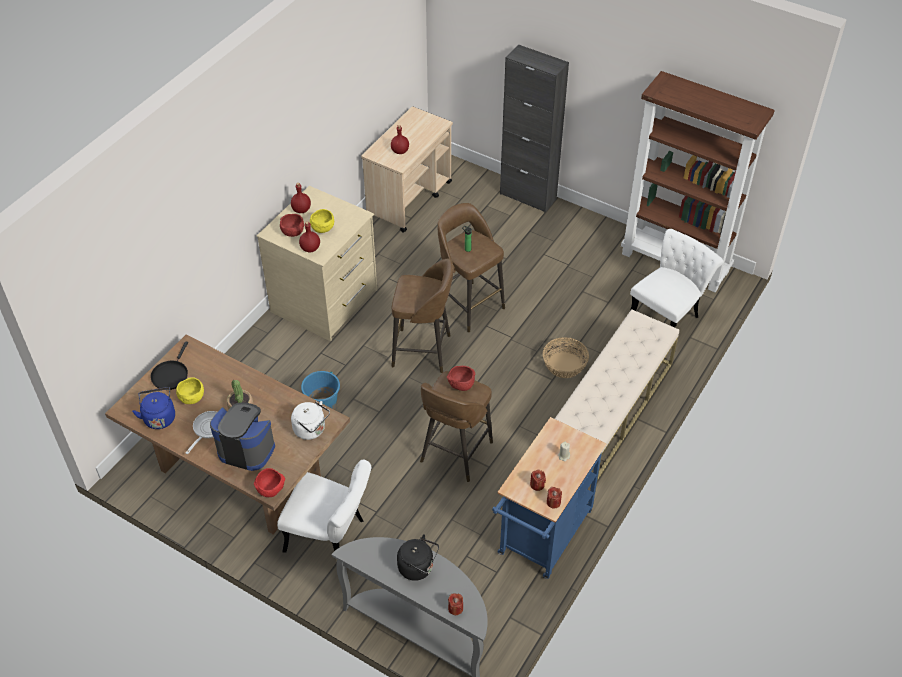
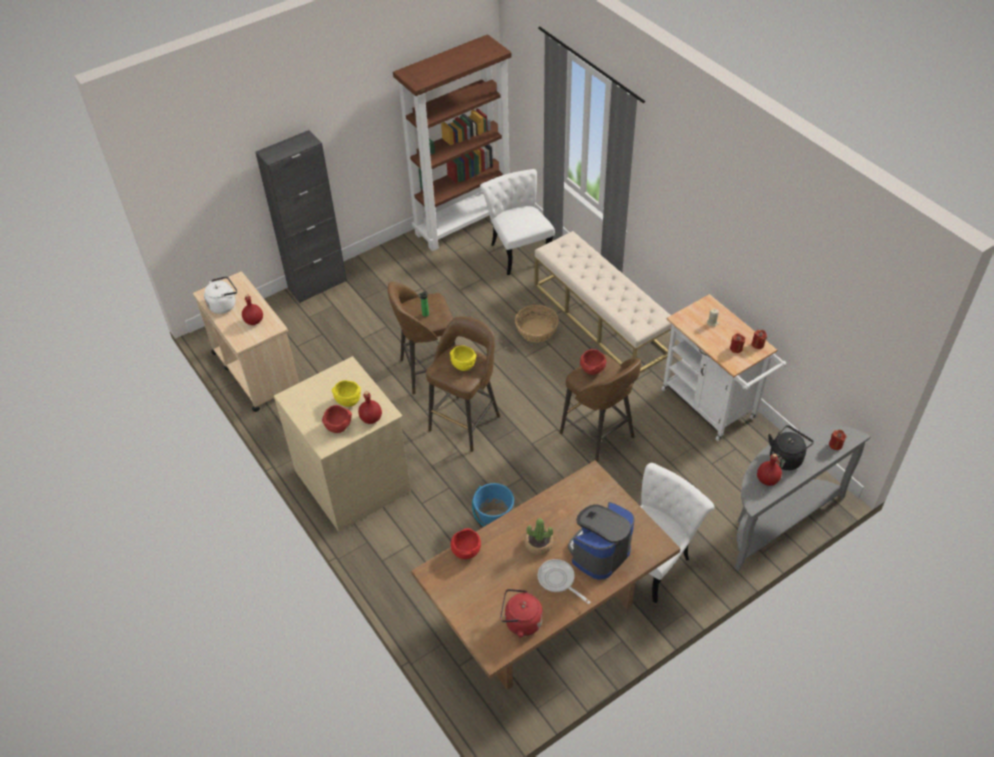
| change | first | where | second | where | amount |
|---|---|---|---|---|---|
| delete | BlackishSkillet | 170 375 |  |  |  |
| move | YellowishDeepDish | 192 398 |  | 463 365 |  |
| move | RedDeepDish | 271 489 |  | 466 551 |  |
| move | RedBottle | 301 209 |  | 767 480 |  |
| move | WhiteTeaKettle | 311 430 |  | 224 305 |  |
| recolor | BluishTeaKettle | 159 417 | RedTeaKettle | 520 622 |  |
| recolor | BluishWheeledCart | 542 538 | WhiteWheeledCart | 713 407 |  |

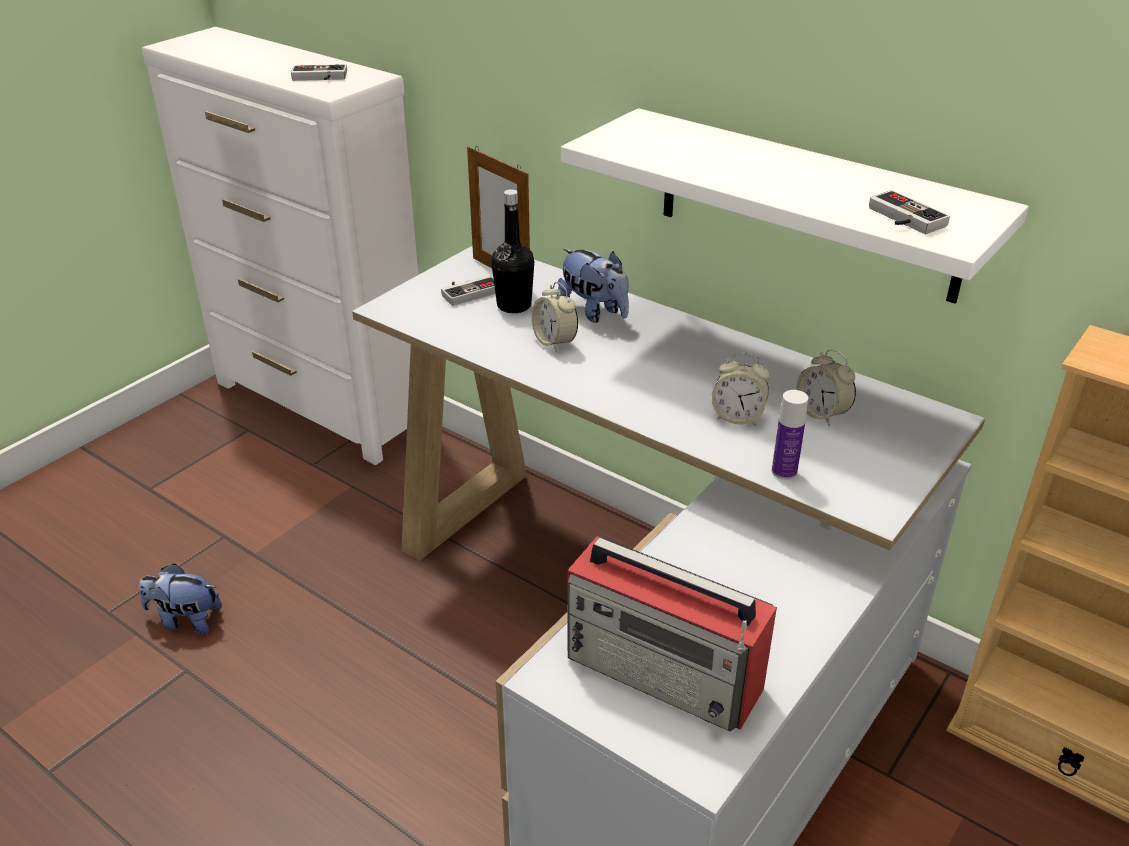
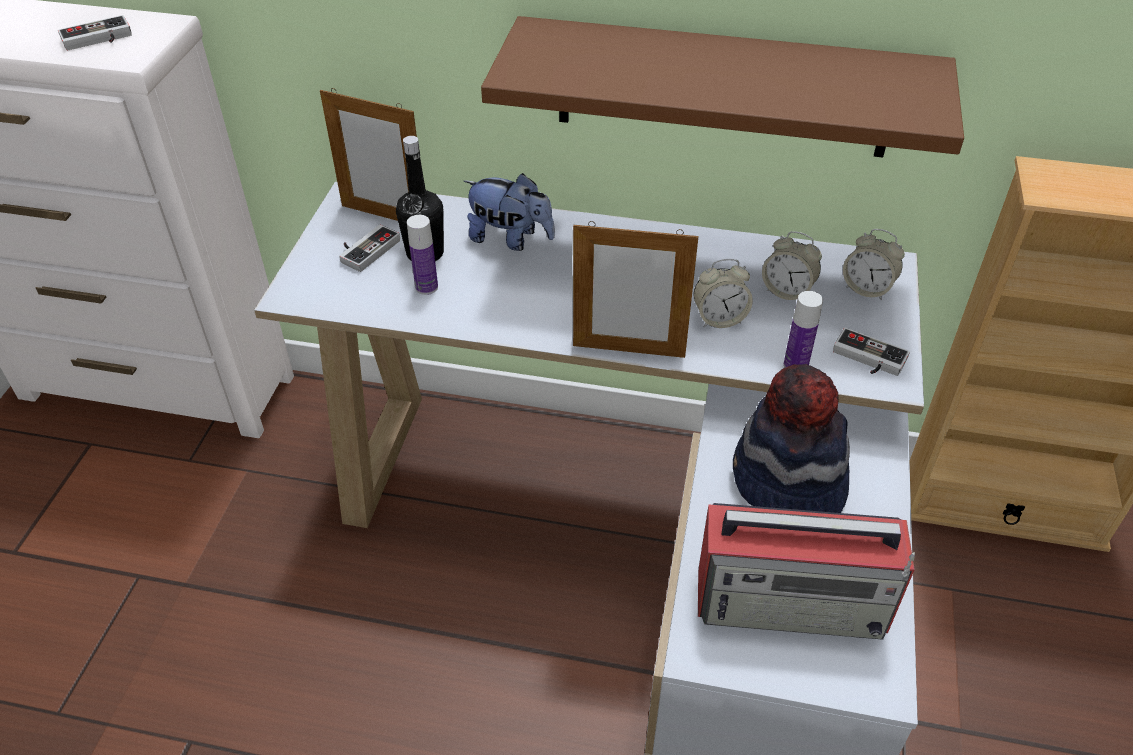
| change | first | where | second | where | amount |
|---|---|---|---|---|---|
| delete | CuddlyToy | 185 620 |  |  |  |
| insert |  |  | Bottle | 426 287 |  |
| insert |  |  | StandingFrame | 628 351 |  |
| insert |  |  | WearableHat | 787 483 |  |
| move | AlarmClock | 554 342 |  | 867 289 |  |
| move | Gamepad | 901 219 |  | 867 359 |  |
| recolor | WhiteWallShelf | 807 204 | BrownColouredWallShelf | 723 88 |  |

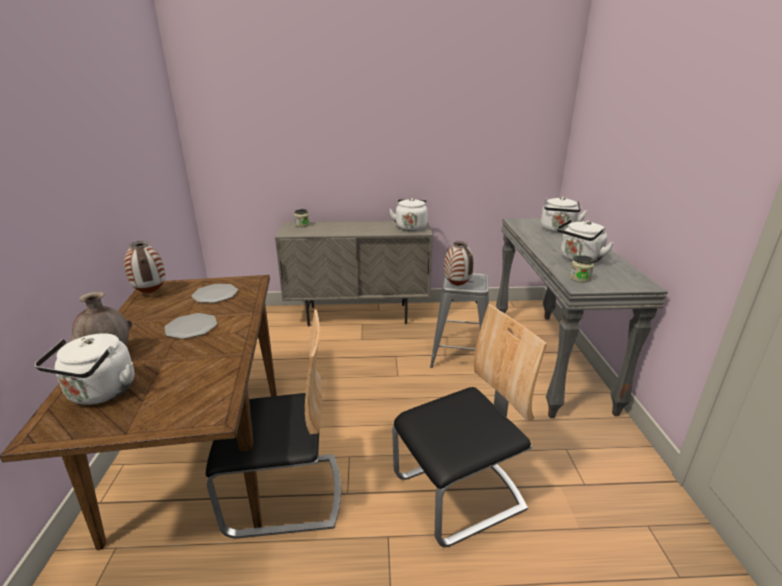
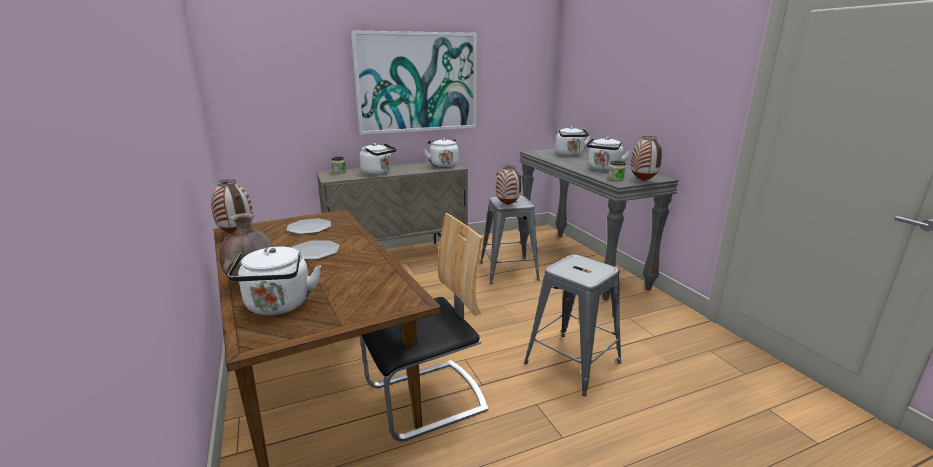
| change | first | where | second | where | amount |
|---|---|---|---|---|---|
| insert |  |  | Picture | 417 82 |  |
| insert |  |  | WhiteTeaKettle | 378 173 |  |
| insert |  |  | DecorativeVase | 642 181 |  |
| replace | PlainChair | 459 494 | GreySittingStool | 572 363 |  |

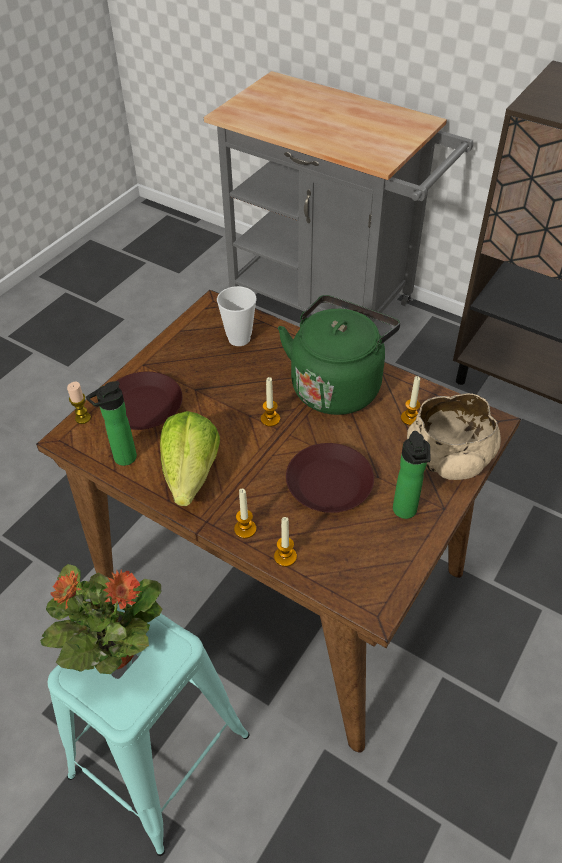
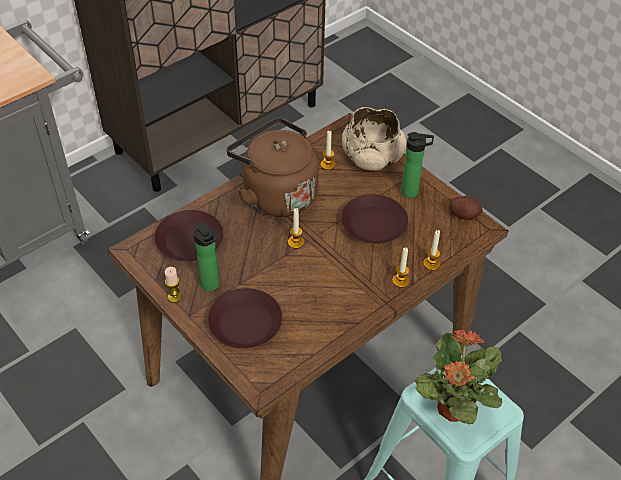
| change | first | where | second | where | amount |
|---|---|---|---|---|---|
| delete | Lettuce | 191 474 |  |  |  |
| insert |  |  | Potato | 464 214 |  |
| move | Candle | 83 418 |  | 174 297 |  |
| move | Bottle | 122 459 |  | 211 286 |  |
| replace | Cup | 239 338 | BrownColouredDinnerPlate | 189 241 |  |
| recolor | GreenTeaKettle | 337 385 | BrownColouredTeaKettle | 276 194 |  |

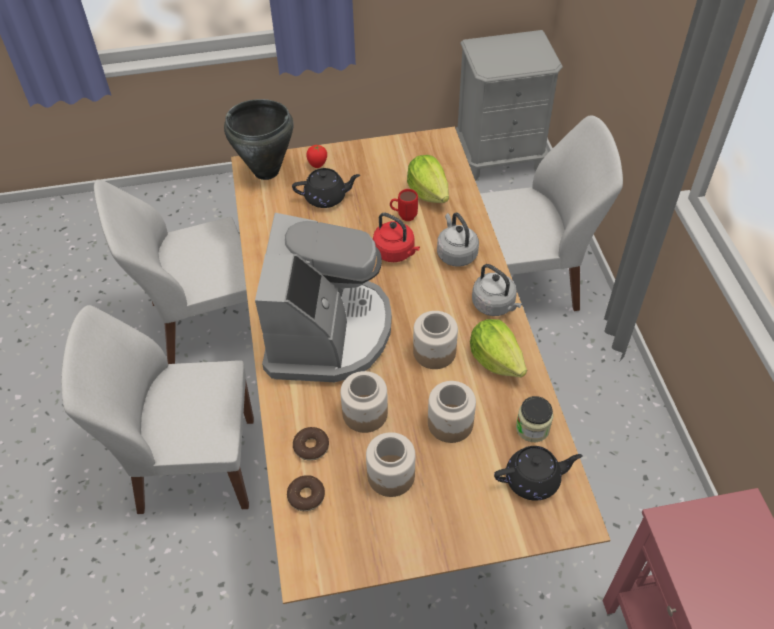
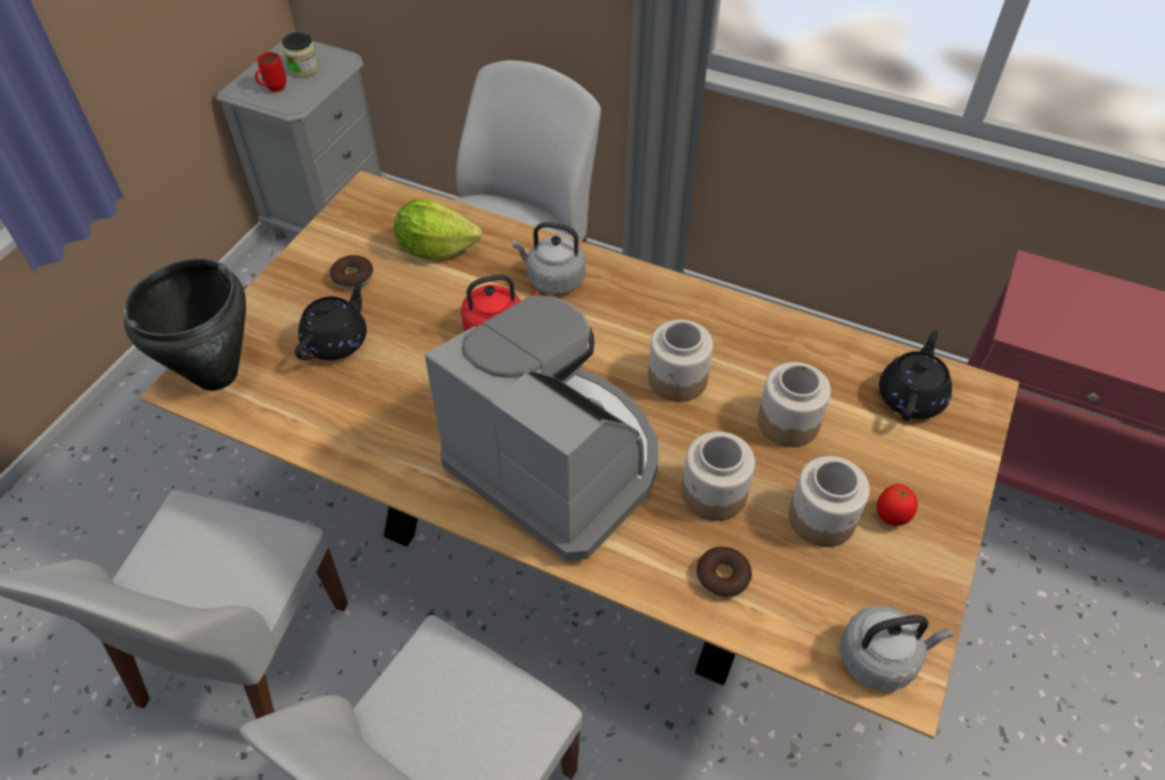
| change | first | where | second | where | amount |
|---|---|---|---|---|---|
| delete | Lettuce | 495 360 |  |  |  |
| move | Doughnut | 306 496 |  | 353 277 |  |
| move | FreshTomato | 317 165 |  | 891 517 |  |
| move | RedMug | 403 216 |  | 273 90 |  |
| move | GreyTeaKettle | 495 305 |  | 881 658 |  |
| move | StorageJar | 532 428 |  | 304 69 |  |

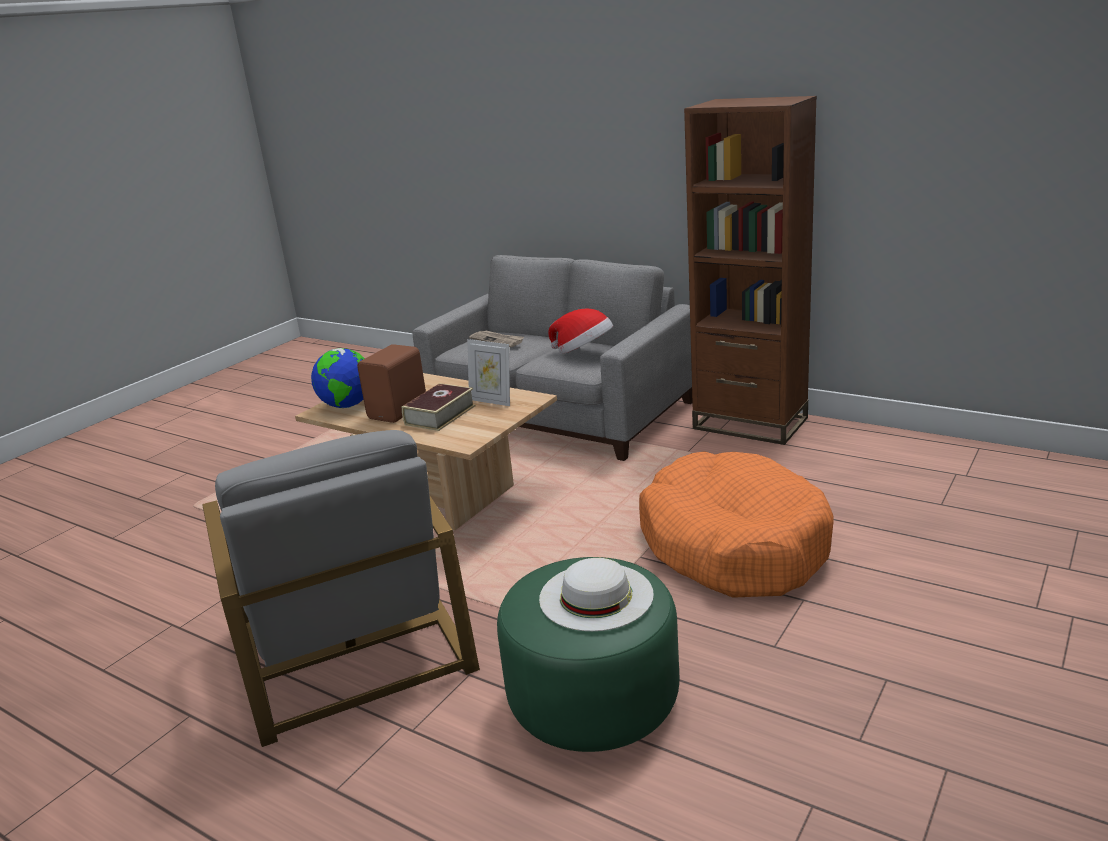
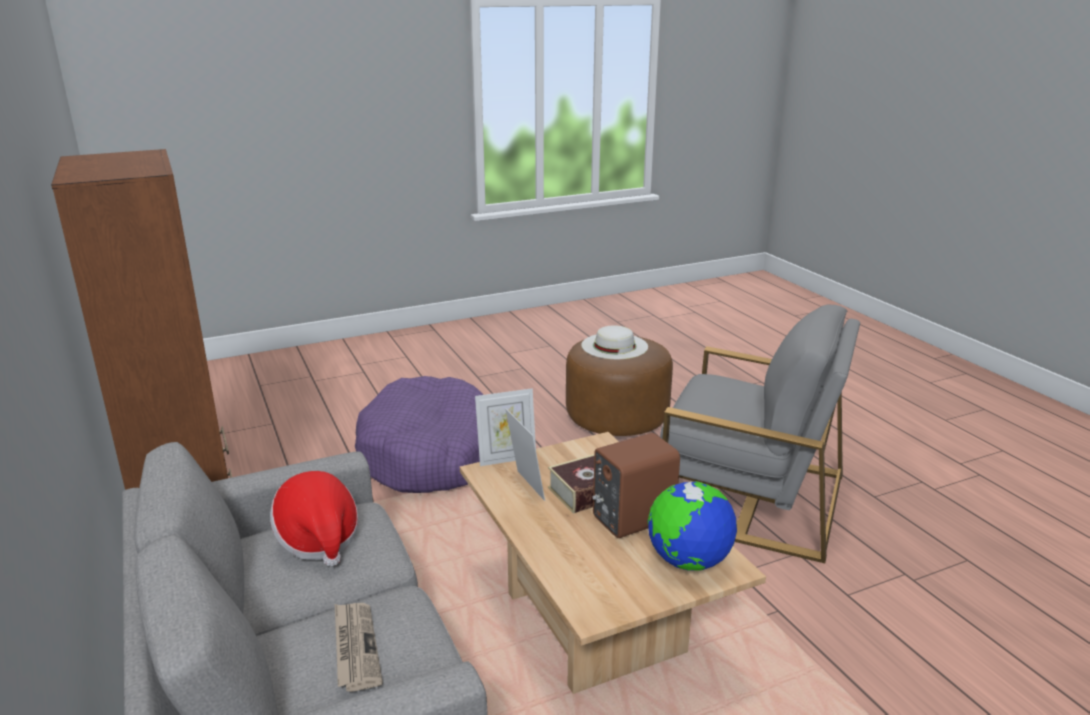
| change | first | where | second | where | amount |
|---|---|---|---|---|---|
| insert |  |  | StandingFrame | 506 458 |  |
| recolor | GreenFootrest | 593 698 | BrownColouredFootrest | 616 417 |  |
| recolor | OrangePetBed | 733 545 | PurplishPetBed | 429 454 |  |
| rotate | GreyLoungeChair | 349 646 |  | 750 497 | 105 degrees clockwise |

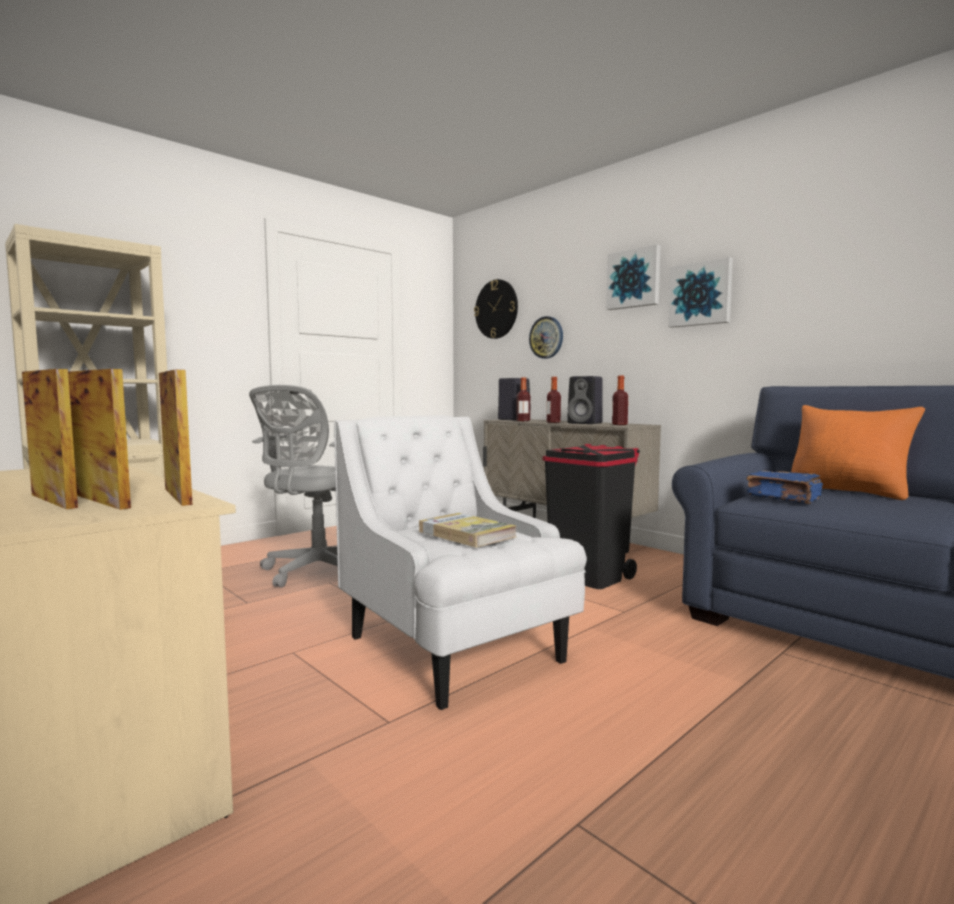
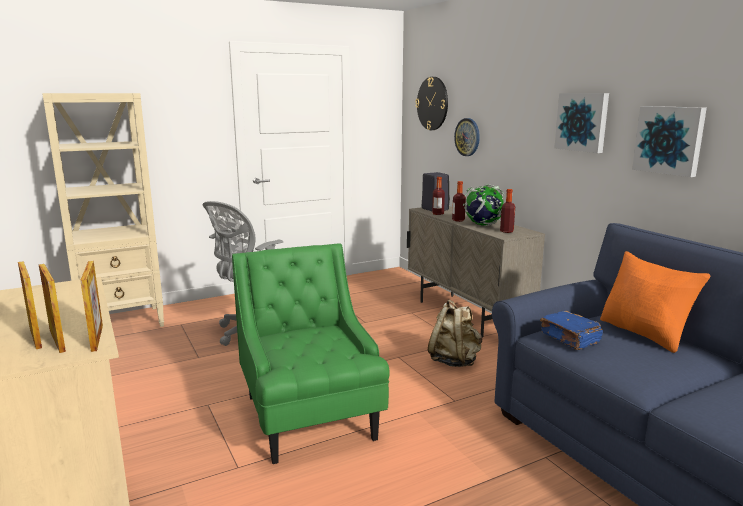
| change | first | where | second | where | amount |
|---|---|---|---|---|---|
| delete | Book | 466 534 |  |  |  |
| move | Picture | 634 279 |  | 669 140 |  |
| replace | BlackishWasteBin | 588 576 | BeigeKnapsack | 454 361 |  |
| replace | BlackishSpeaker | 586 423 | WorldGlobe | 483 225 |  |
| recolor | WhiteLoungeChair | 456 650 | GreenLoungeChair | 310 418 |  |

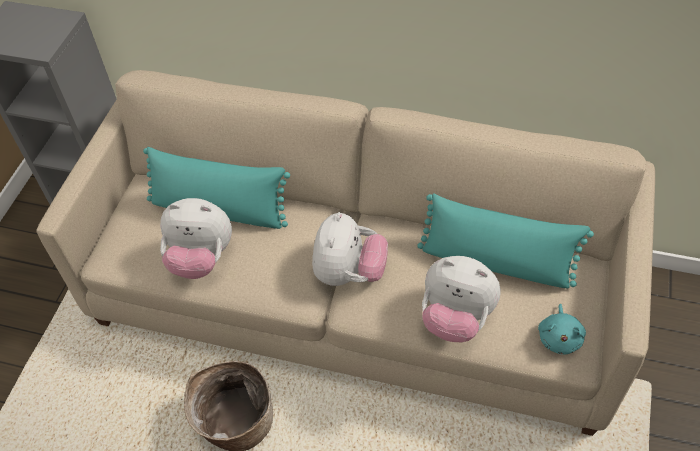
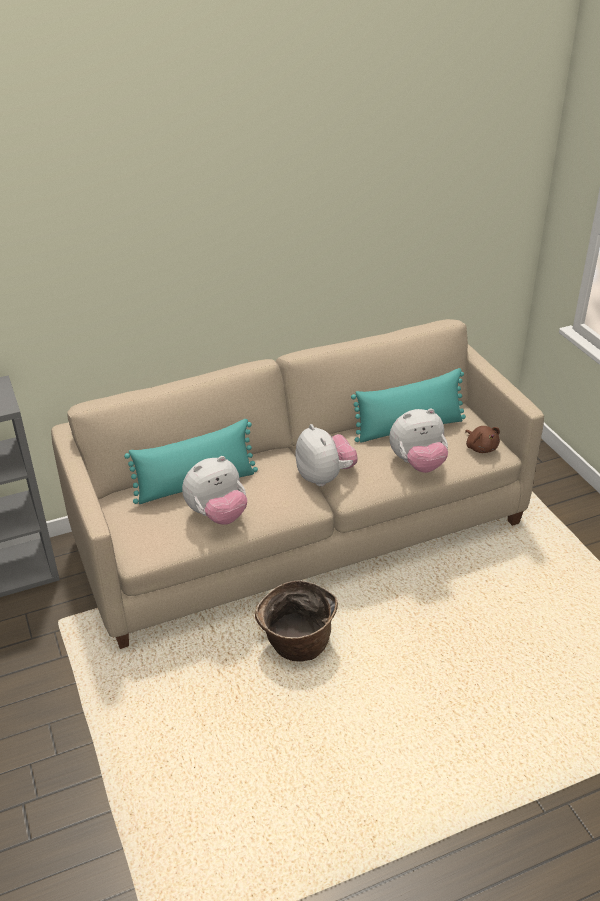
| change | first | where | second | where | amount |
|---|---|---|---|---|---|
| recolor | TurquoiseCuddlyToy | 559 337 | BrownColouredCuddlyToy | 481 447 |  |

